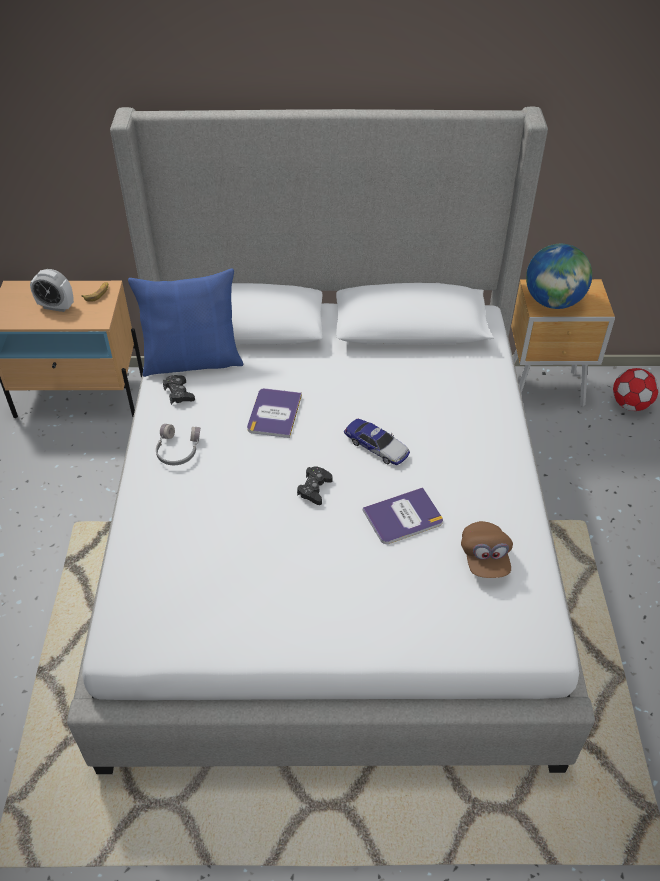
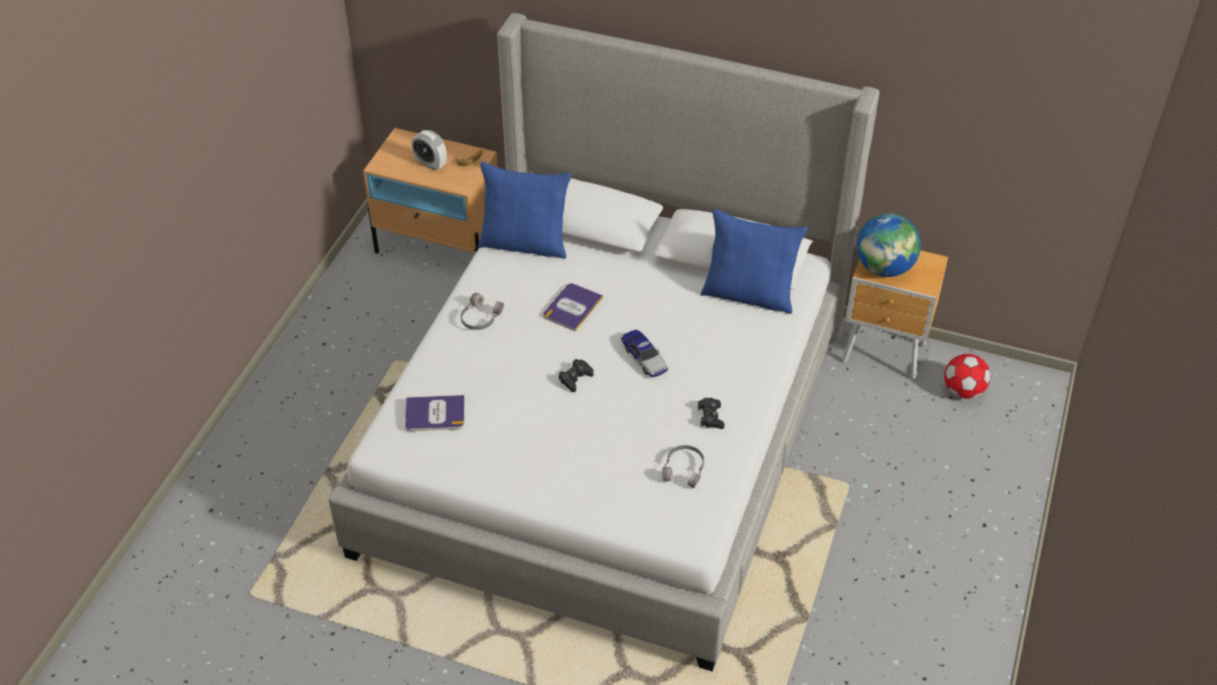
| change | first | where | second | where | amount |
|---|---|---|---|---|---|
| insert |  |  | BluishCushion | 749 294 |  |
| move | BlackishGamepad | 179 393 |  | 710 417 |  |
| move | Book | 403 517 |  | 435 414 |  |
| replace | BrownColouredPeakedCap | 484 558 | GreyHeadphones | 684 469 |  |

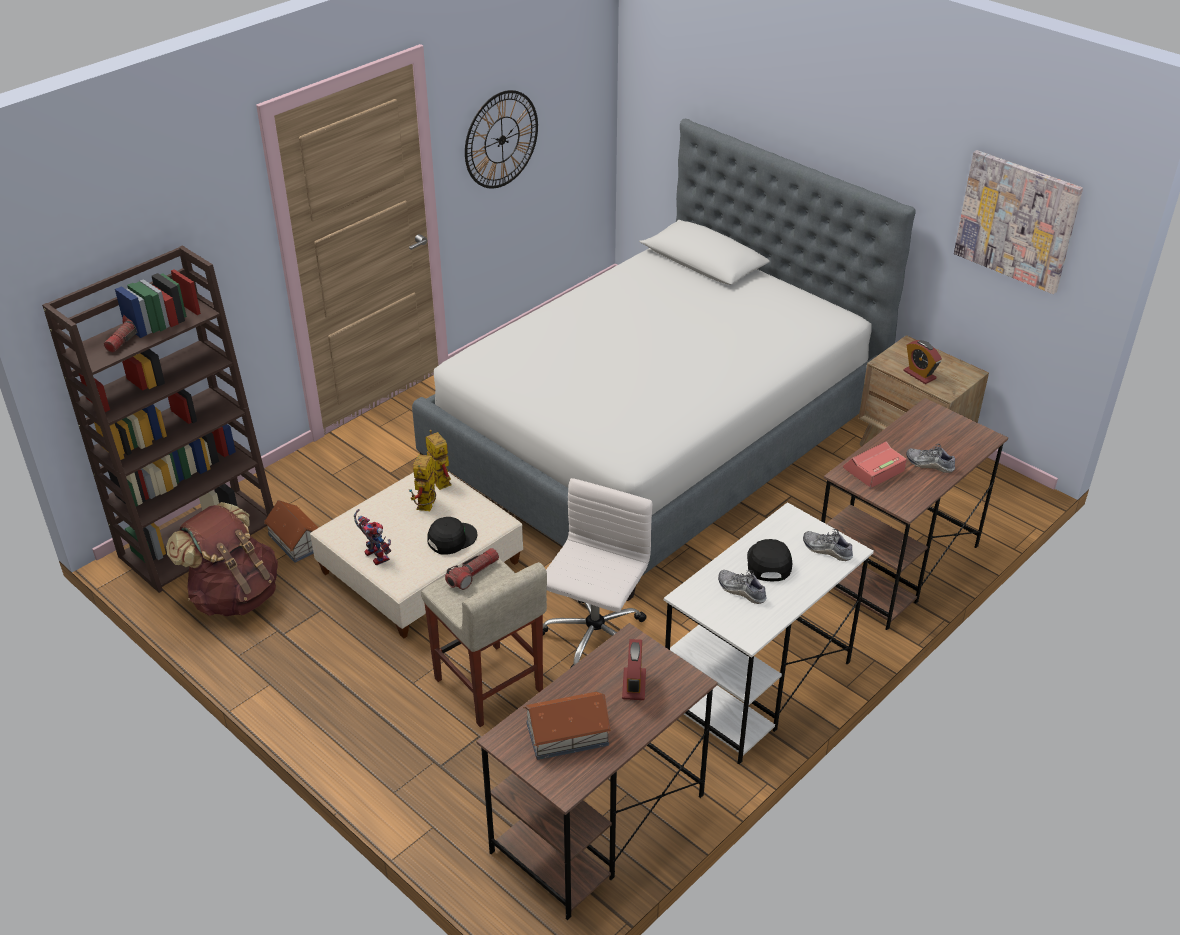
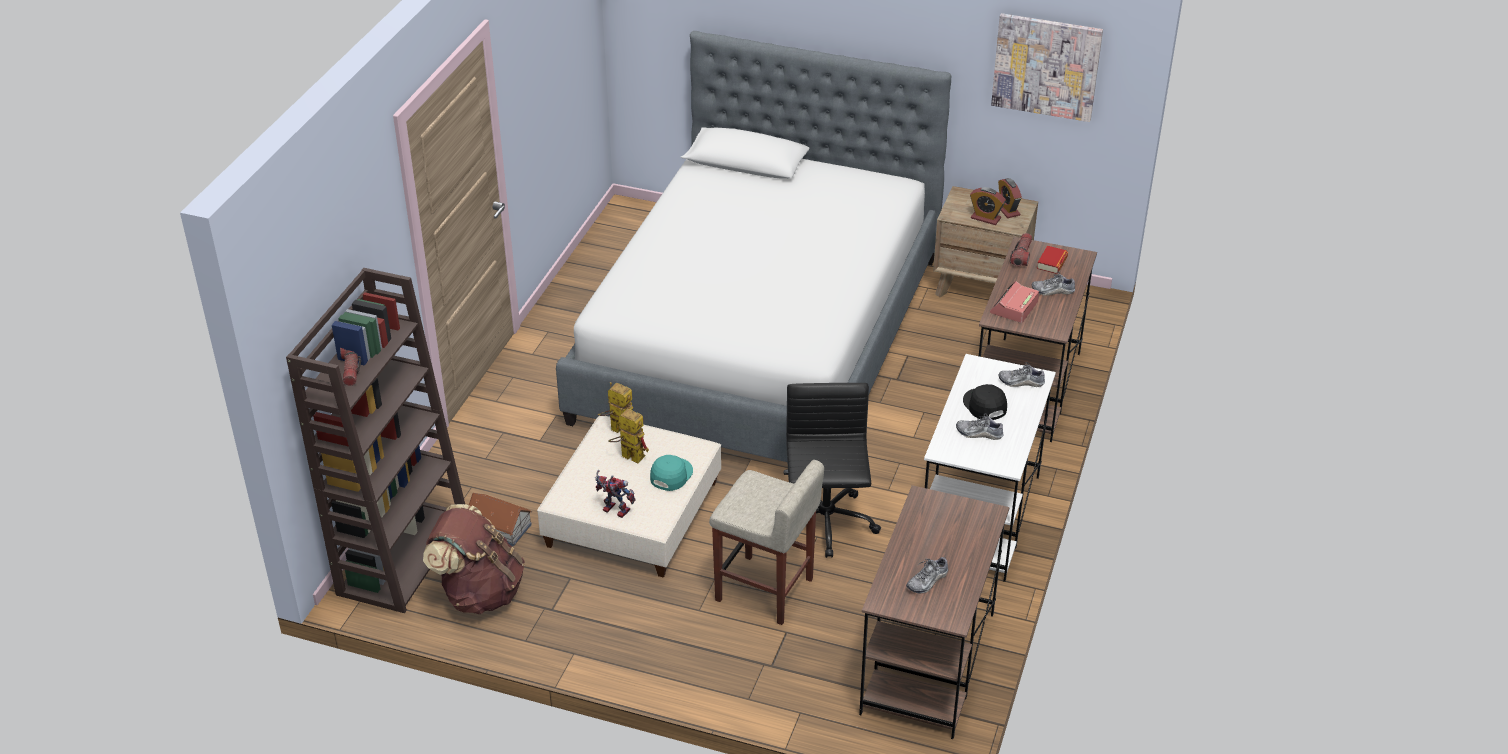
| change | first | where | second | where | amount |
|---|---|---|---|---|---|
| delete | ClockOnTheWall | 501 139 |  |  |  |
| insert |  |  | Book | 1052 263 |  |
| move | Torch | 473 574 |  | 1021 255 |  |
| move | AlarmClock | 634 685 |  | 1007 210 |  |
| replace | ModelHouse | 568 734 | LowShoe | 927 581 |  |
| recolor | BlackishPeakedCap | 451 539 | TurquoisePeakedCap | 671 475 |  |
| recolor | WhiteOfficeChair | 594 639 | BlackishOfficeChair | 825 524 |  |
| rotate | RobotFigure | 427 508 |  | 627 455 | 135 degrees clockwise |

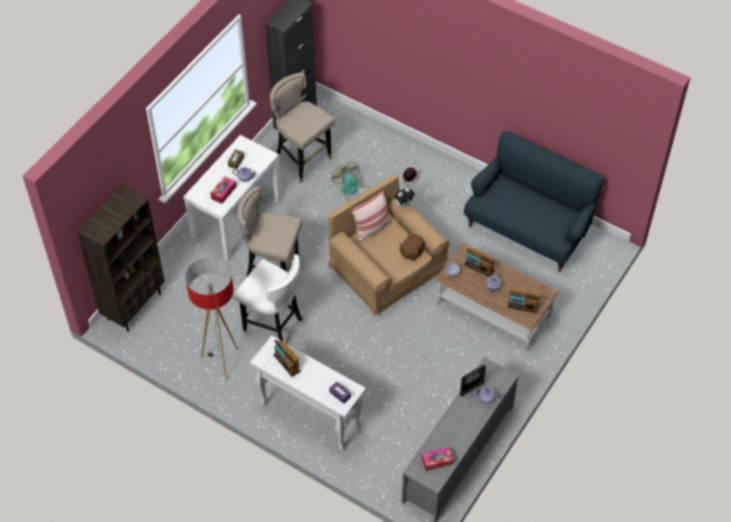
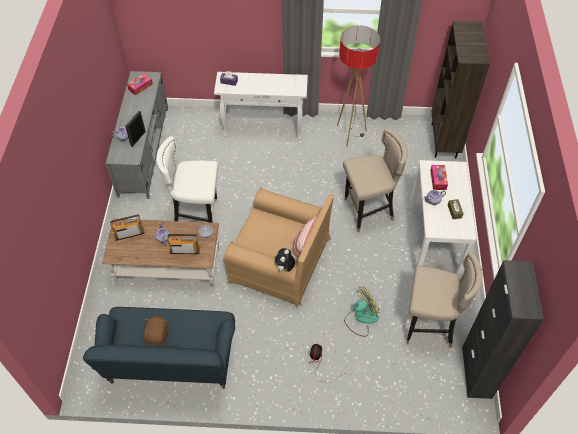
| change | first | where | second | where | amount |
|---|---|---|---|---|---|
| delete | Radio | 286 363 |  |  |  |
| move | WhiteSittingStool | 273 327 |  | 197 217 |  |
| move | BrownColouredCuddlyToy | 411 252 |  | 157 335 |  |
| rotate | ElectricFan | 352 190 |  | 361 318 | 60 degrees counterclockwise |

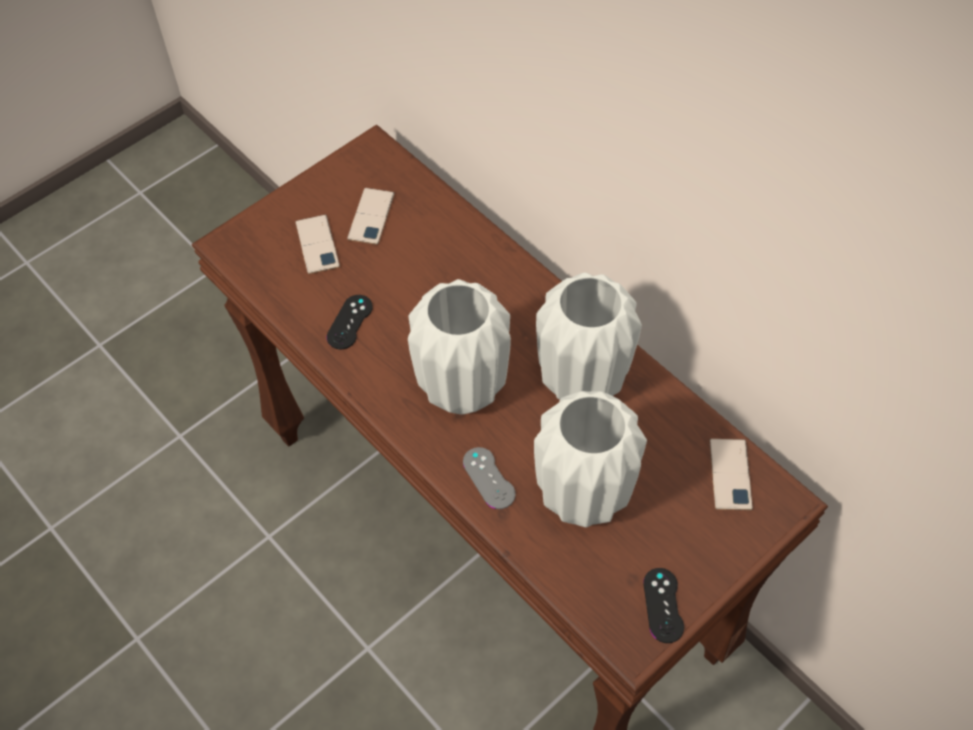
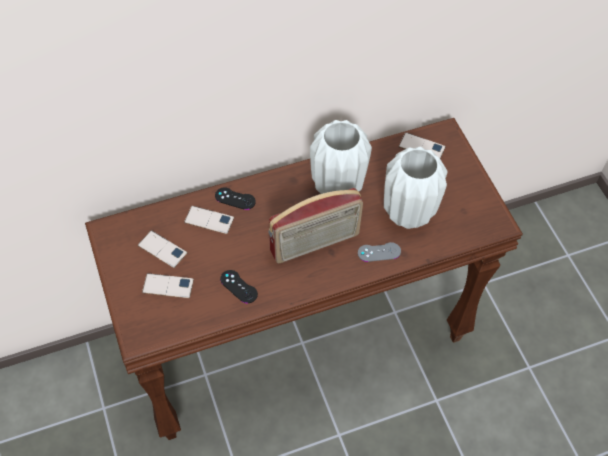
| change | first | where | second | where | amount |
|---|---|---|---|---|---|
| insert |  |  | Handset | 209 220 |  |
| move | BlackishGamepad | 663 605 |  | 235 198 |  |
| replace | WhiteDecorativeVase | 463 388 | Radio | 315 244 |  |

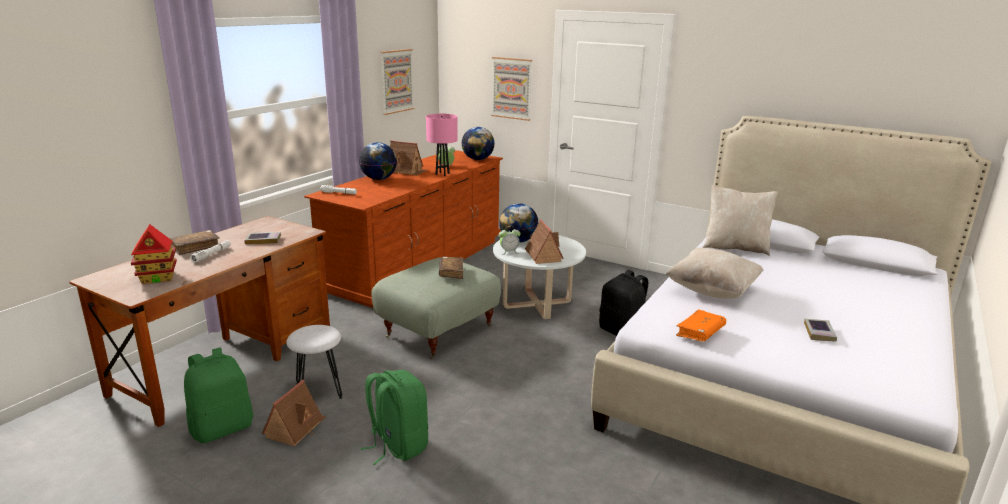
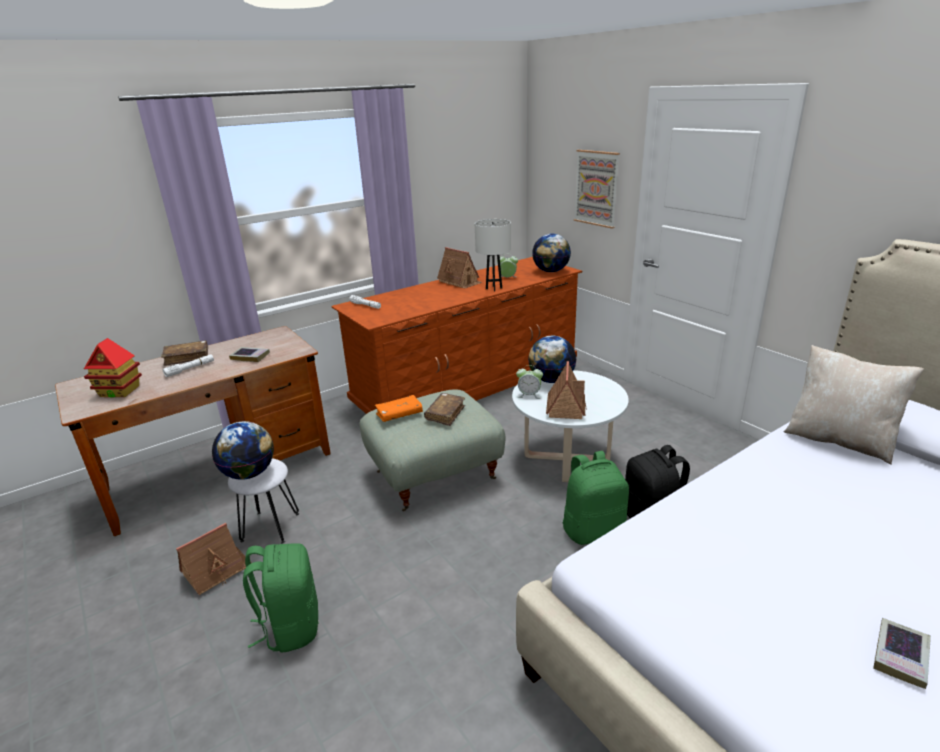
| change | first | where | second | where | amount |
|---|---|---|---|---|---|
| delete | Picture | 397 81 |  |  |  |
| delete | BeigeCushion | 712 291 |  |  |  |
| move | GreenKnapsack | 222 428 |  | 593 530 |  |
| move | WorldGlobe | 379 179 |  | 249 474 |  |
| move | OrangeBook | 700 332 |  | 399 414 |  |
| recolor | PinkColouredTabletopLamp | 442 174 | WhiteTabletopLamp | 493 288 |  |

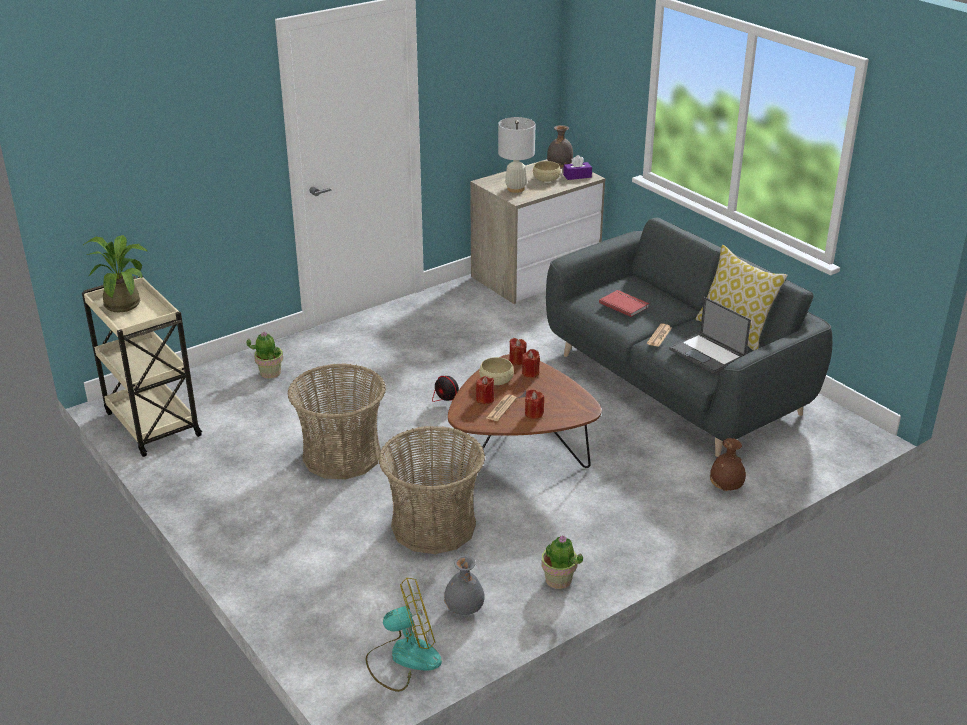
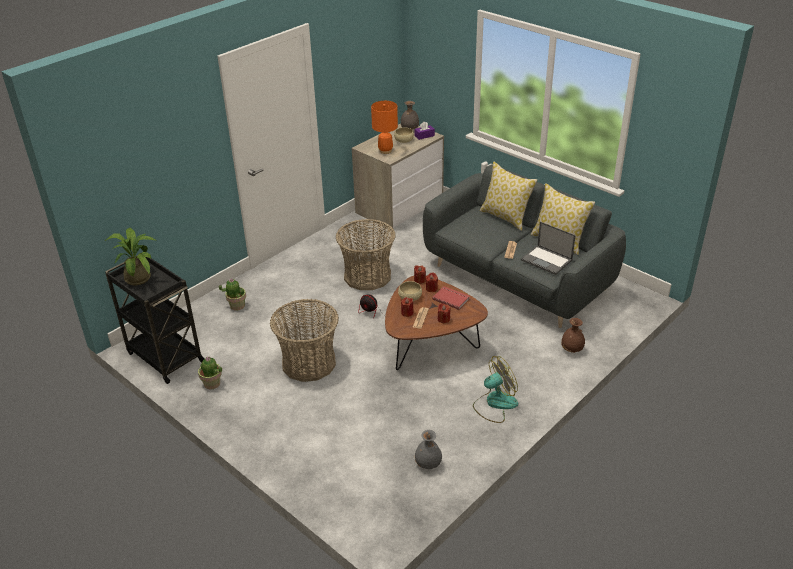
| change | first | where | second | where | amount |
|---|---|---|---|---|---|
| insert |  |  | Cushion | 506 217 |  |
| move | ElectricFan | 403 658 |  | 495 404 |  |
| move | StorageBasket | 433 526 |  | 367 276 |  |
| move | PottedPlant | 558 580 |  | 212 384 |  |
| move | RedBook | 624 304 |  | 451 298 |  |
| recolor | BeigeWheeledCart | 151 423 | BlackishWheeledCart | 164 356 |  |
| recolor | WhiteTabletopLamp | 515 189 | OrangeTabletopLamp | 385 151 |  |

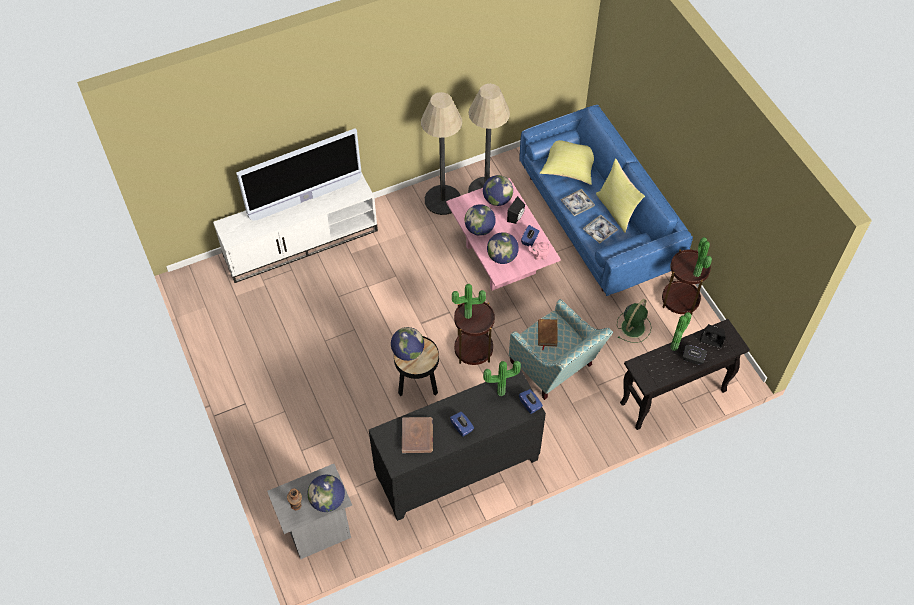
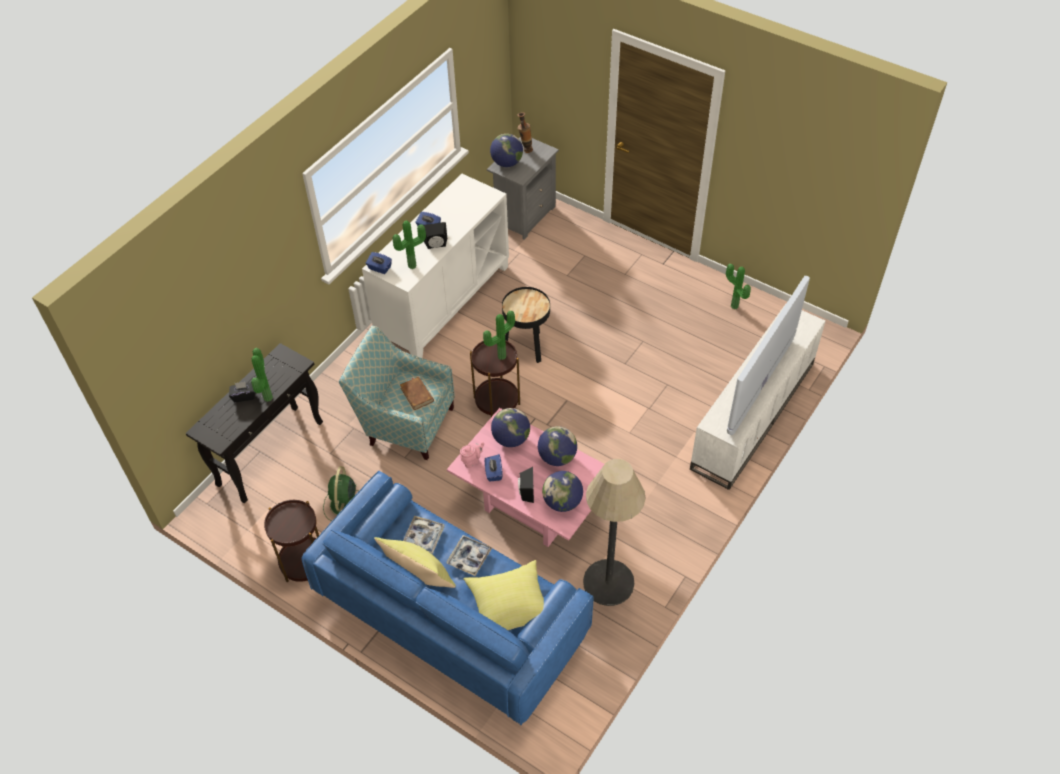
| change | first | where | second | where | amount |
|---|---|---|---|---|---|
| delete | WorldGlobe | 408 352 |  |  |  |
| delete | BrownColouredBook | 417 436 |  |  |  |
| delete | FloorLamp | 443 200 |  |  |  |
| move | PottedPlant | 698 273 |  | 733 307 |  |
| move | BlackishSpeaker | 711 340 |  | 436 245 |  |
| recolor | BlackishStorageCabinet | 457 469 | WhiteStorageCabinet | 443 302 |  |

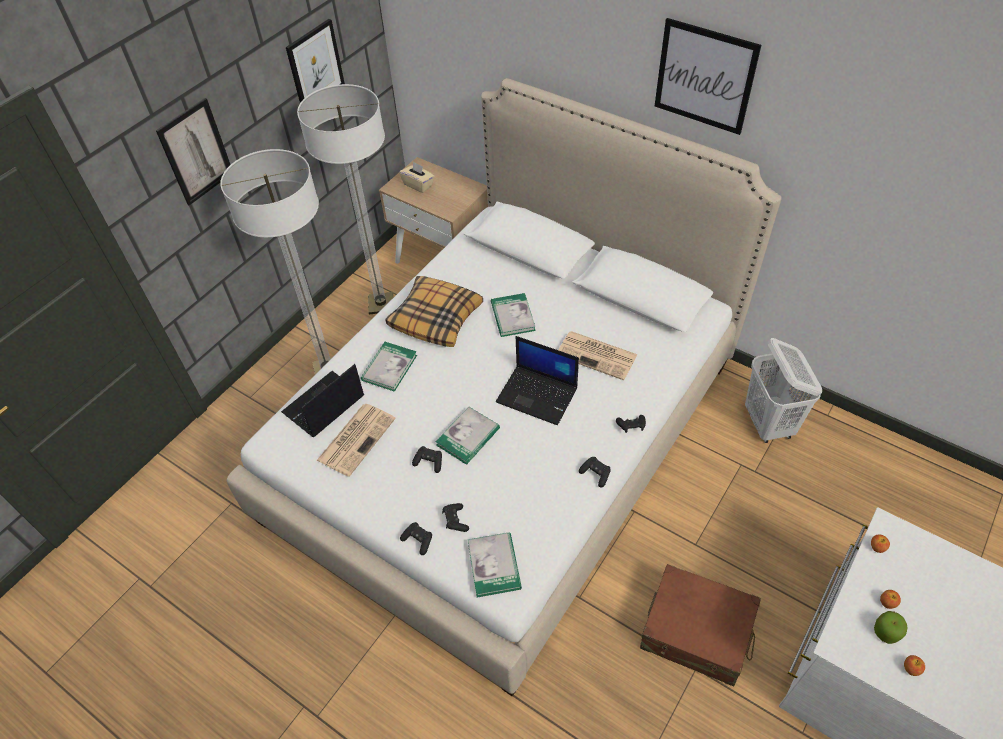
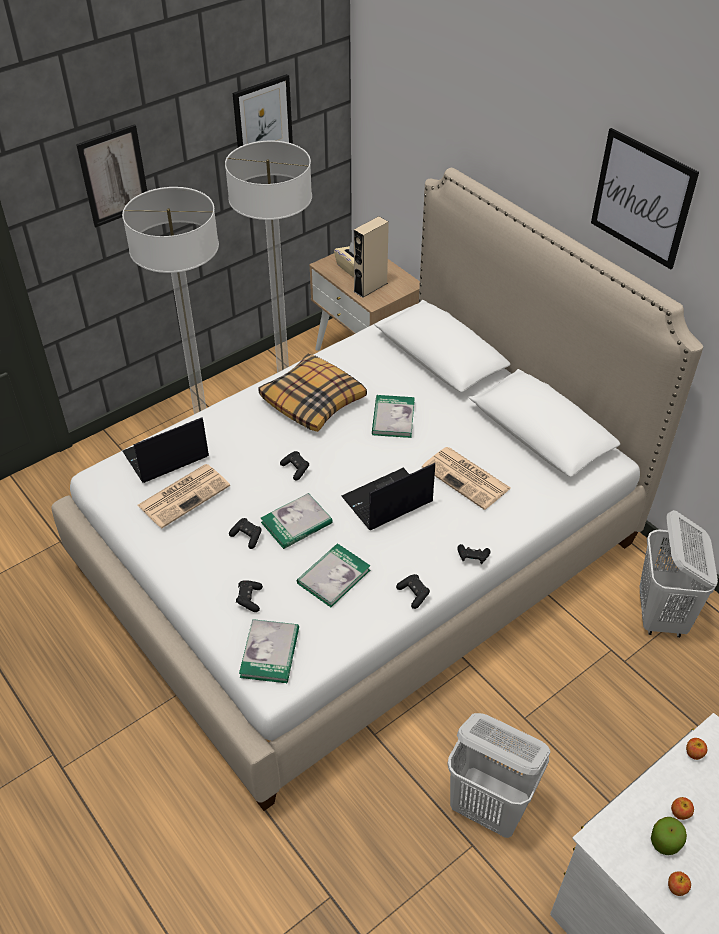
| change | first | where | second | where | amount |
|---|---|---|---|---|---|
| insert |  |  | BeigeSpeaker | 370 287 |  |
| move | Book | 389 368 |  | 333 576 |  |
| move | BlackishGamepad | 418 540 |  | 296 469 |  |
| replace | BrownColouredSuitcase | 697 631 | WhiteWashingBasket | 489 808 |  |
| rotate | NotebookComputer | 538 395 |  | 386 501 | 105 degrees clockwise |

